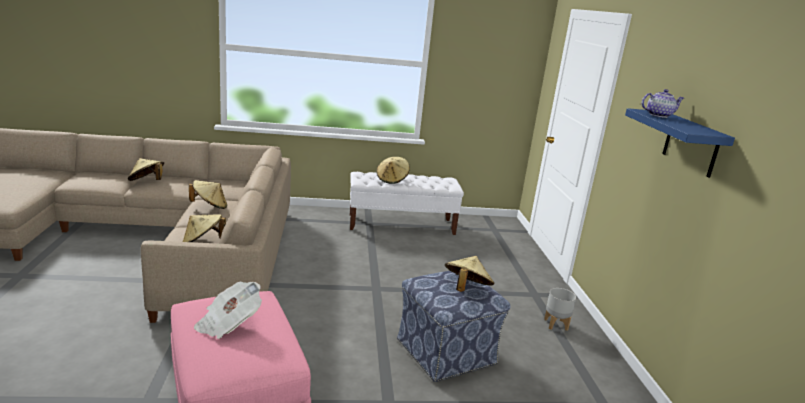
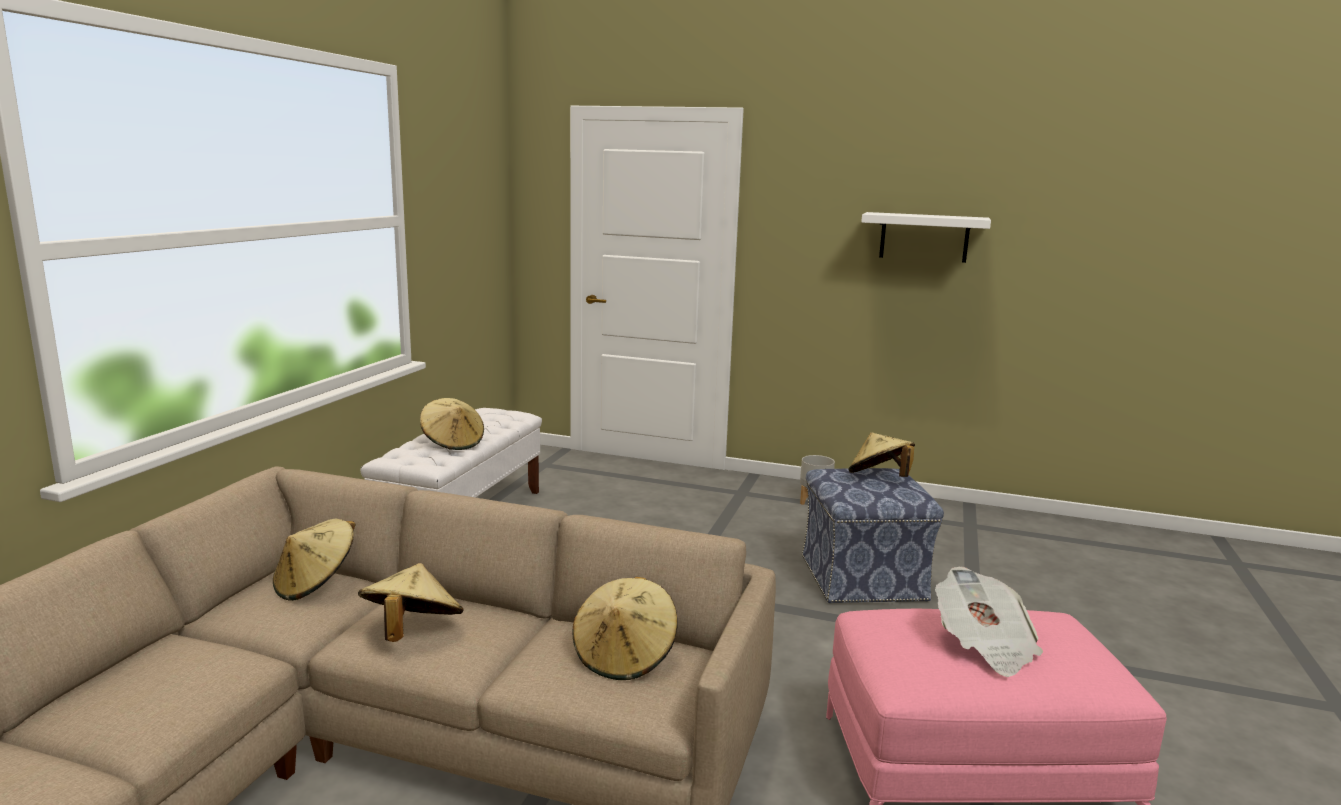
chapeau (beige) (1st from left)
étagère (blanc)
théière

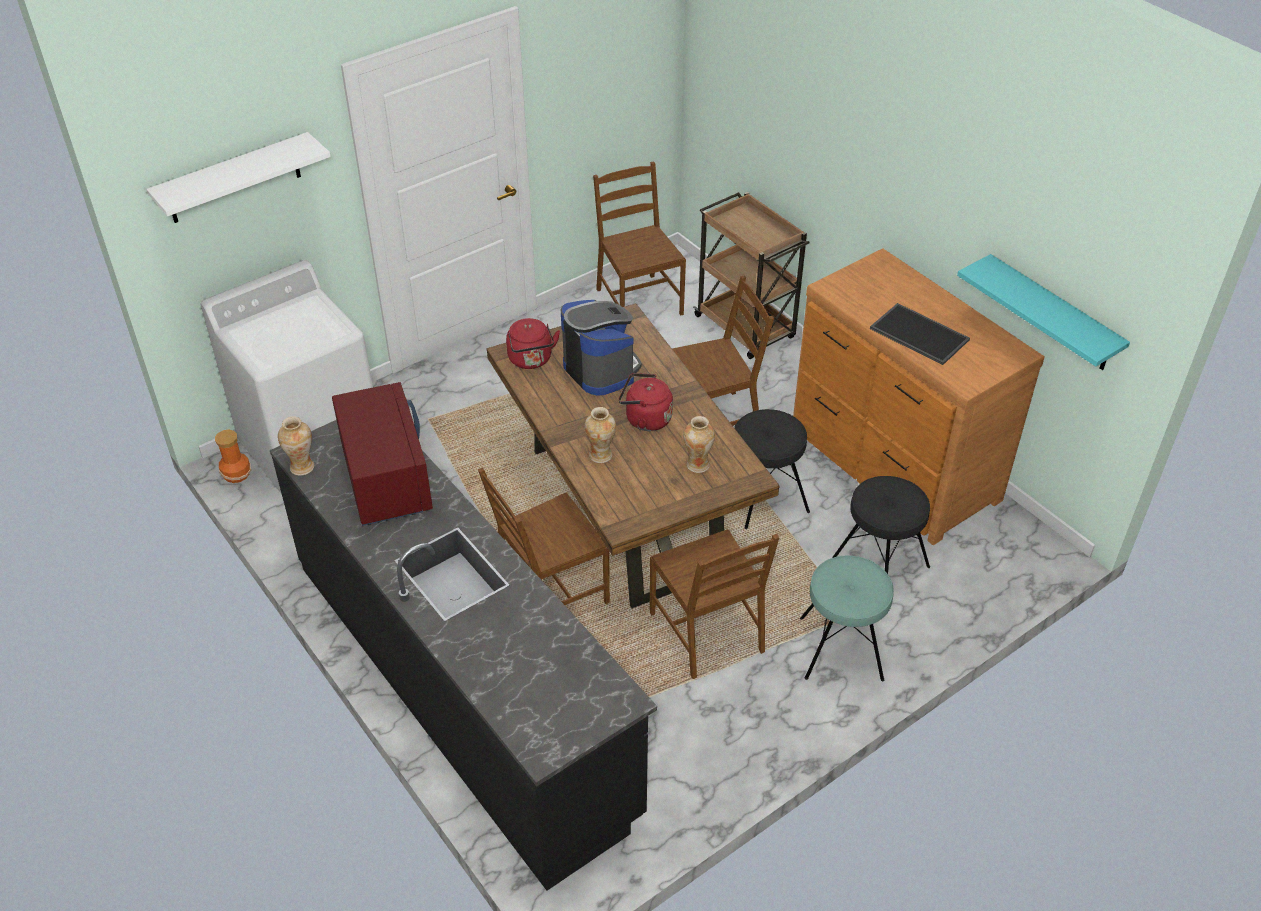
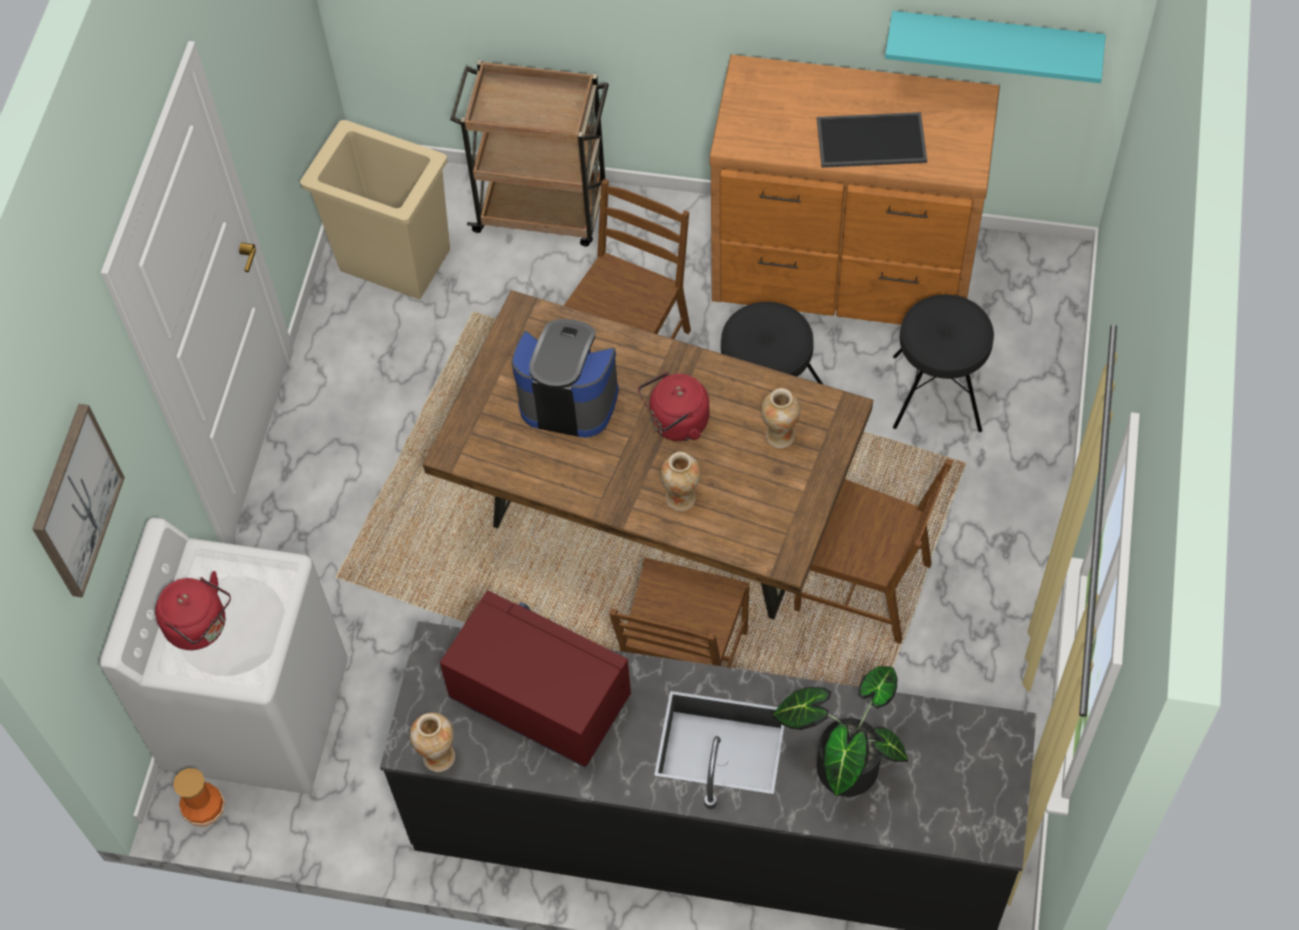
tableau
bouilloire (rouge) (1st from left)
poubelle (beige)
plante en pot
tabouret (turquoise)

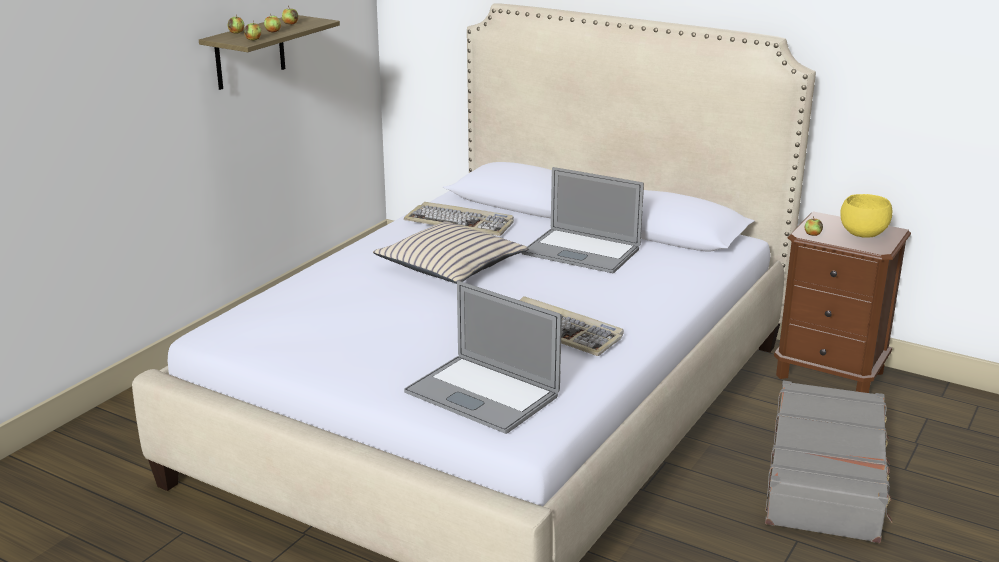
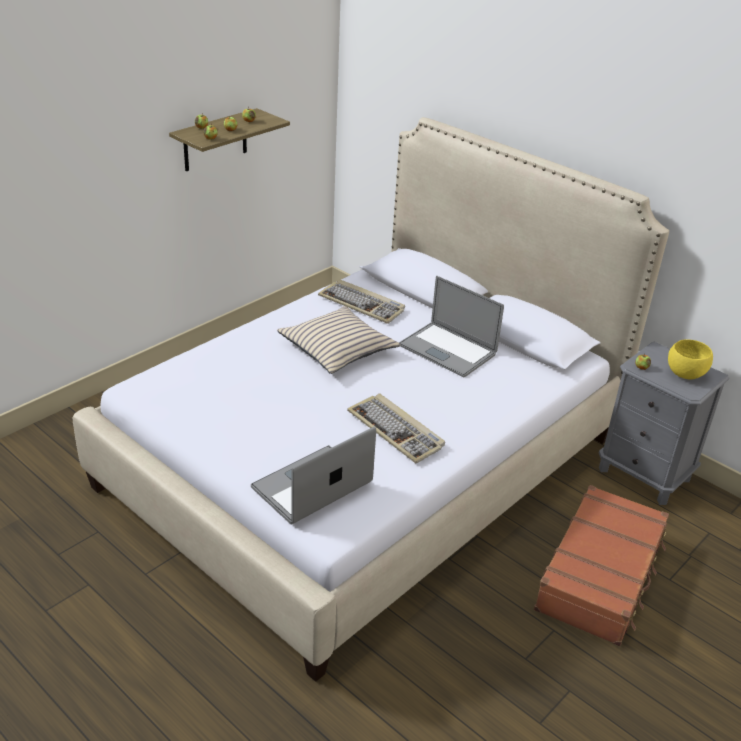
ordinateur portable (1st from left)
valise (marron)
table de chevet (gris)

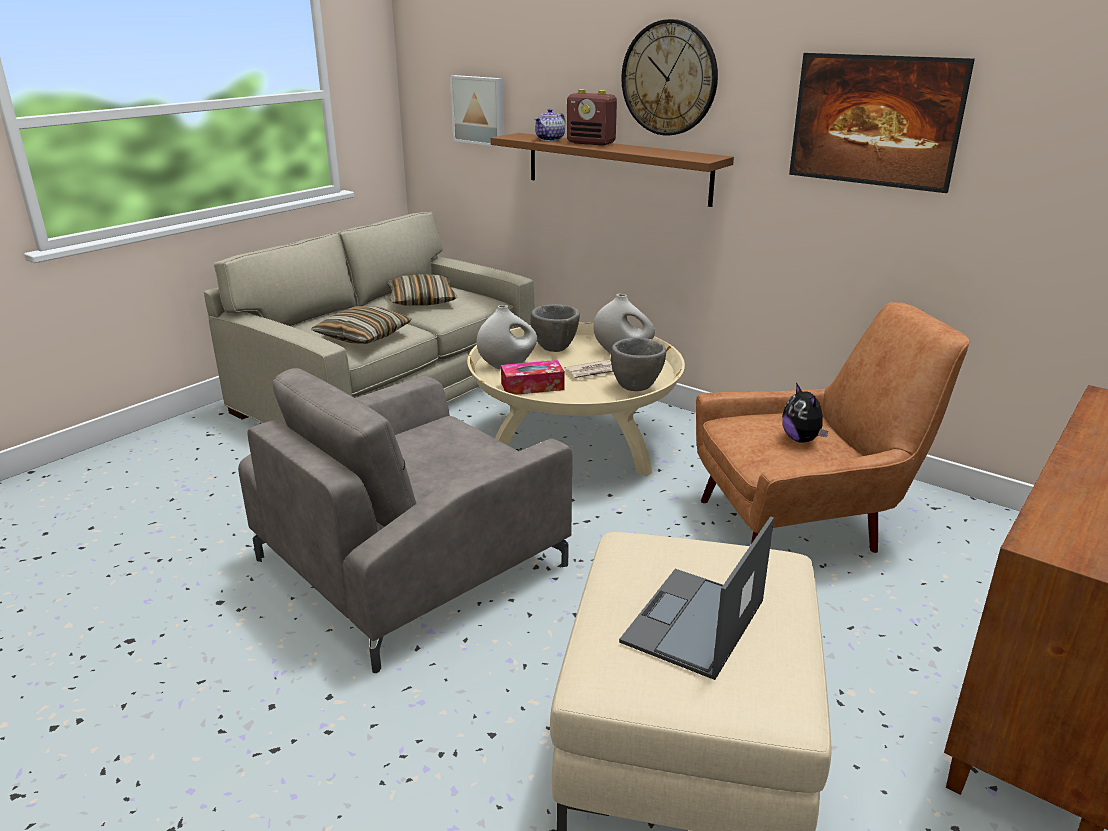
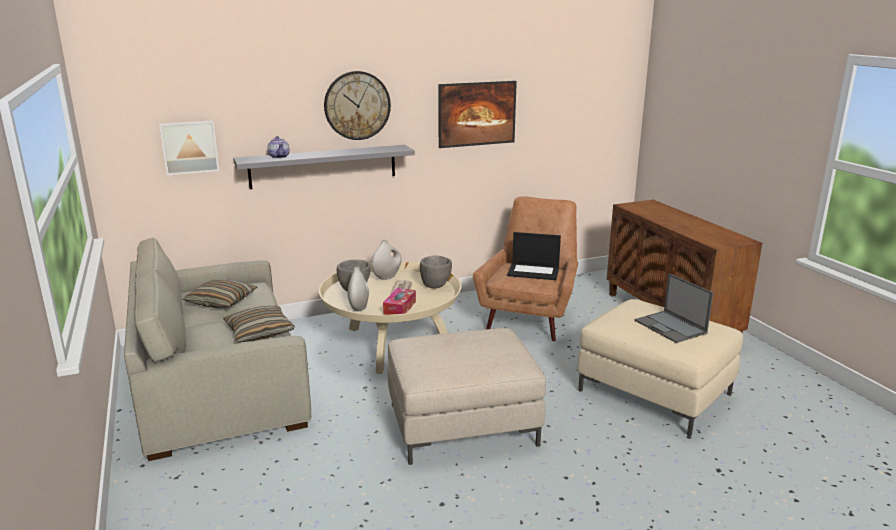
étagère (gris)
pouf (beige) (1st from left)
ordinateur portable (1st from left)
radio

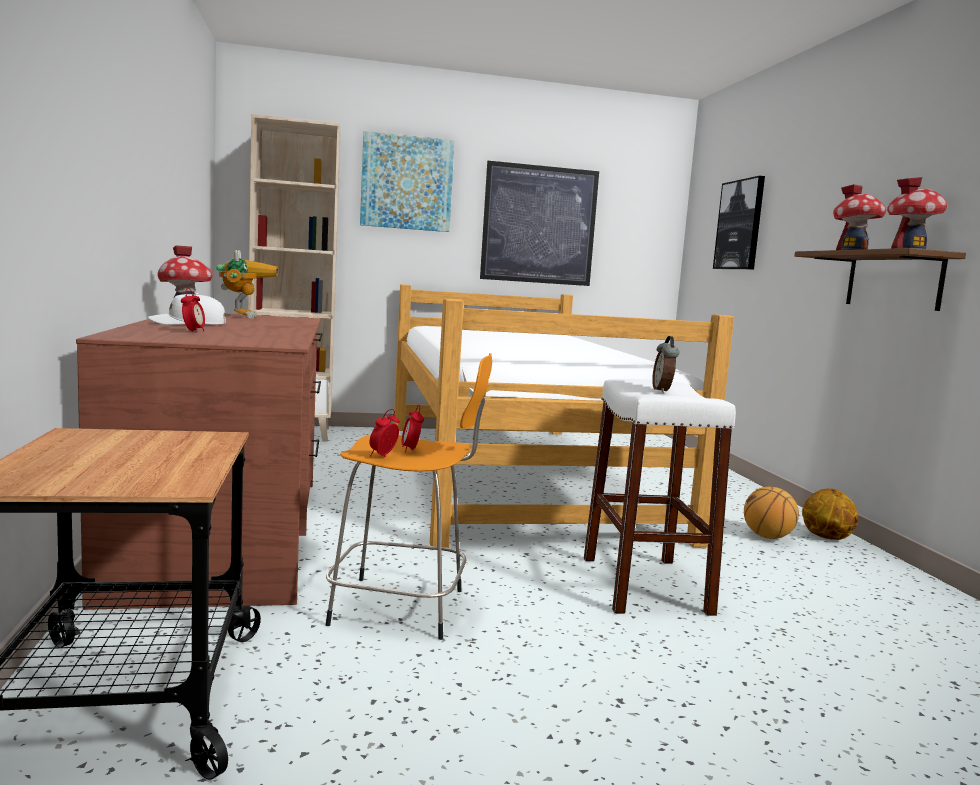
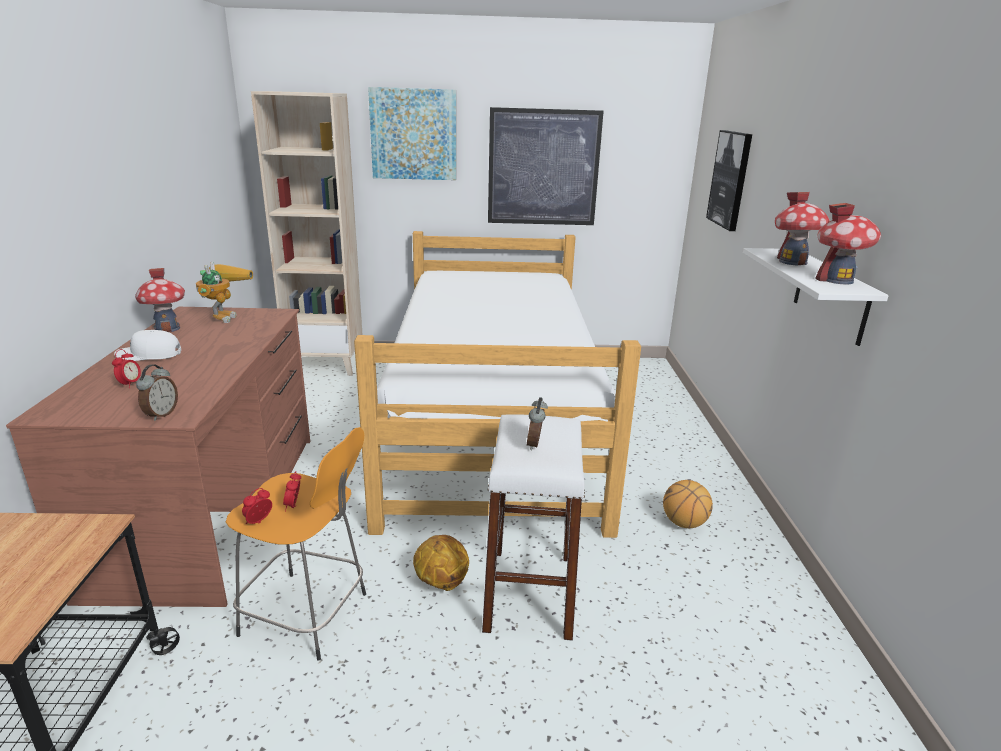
réveil (2nd from left)
ballon de basket (1st from left)
étagère (blanc)

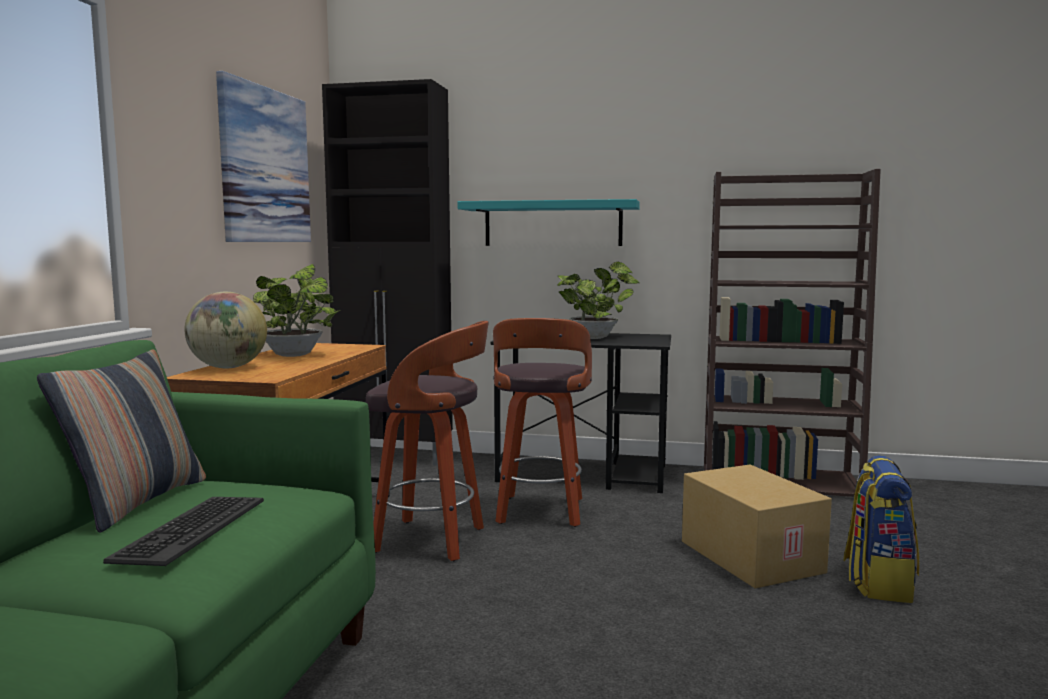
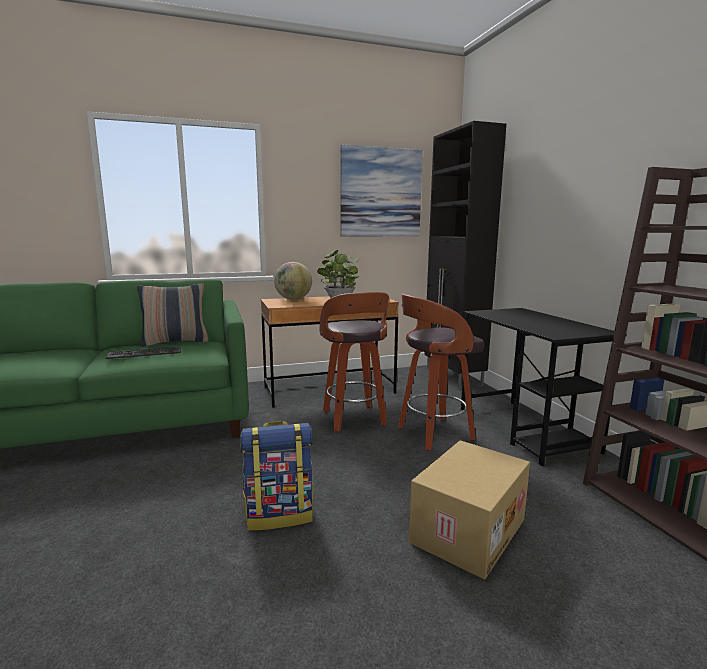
sac à dos
étagère (turquoise)
plante en pot (2nd from left in the first image)

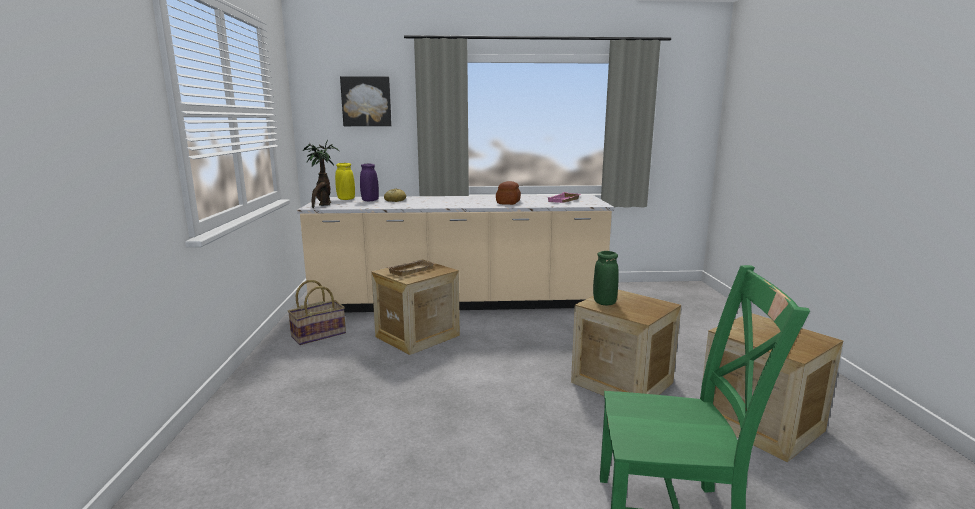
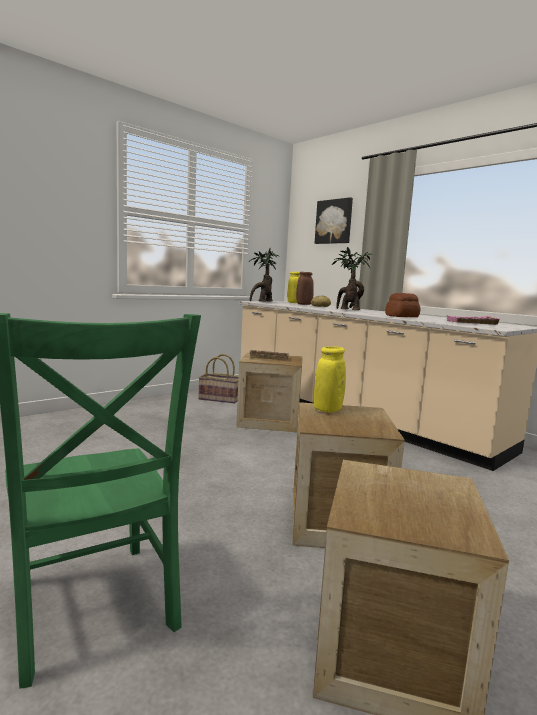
vase (marron)
vase (jaune) (2nd from left)
plante en pot (2nd from left)

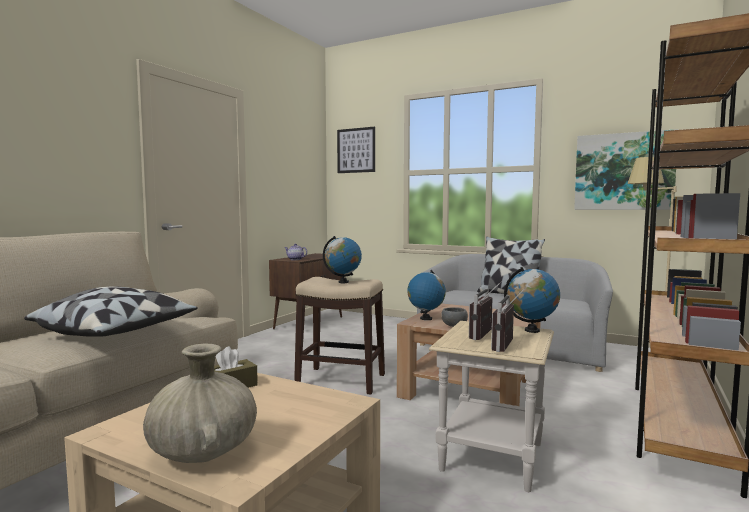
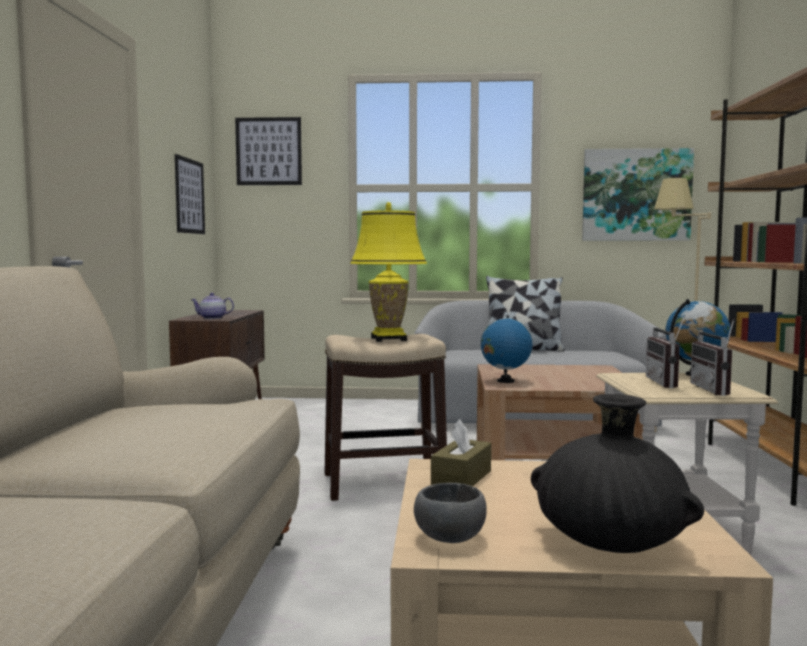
tableau (1st from left)
lampe de table (jaune)
bol (gris)
vase (noir)
coussin (1st from left in the first image)

